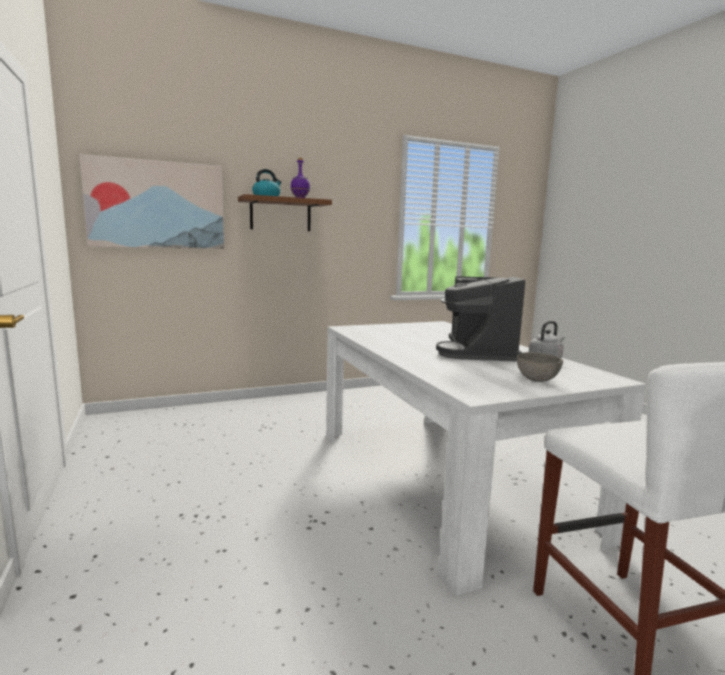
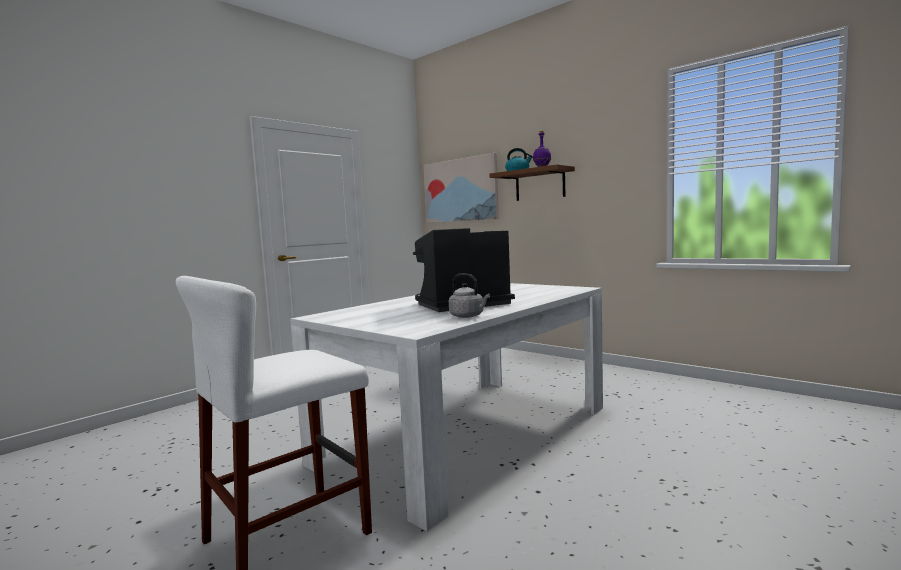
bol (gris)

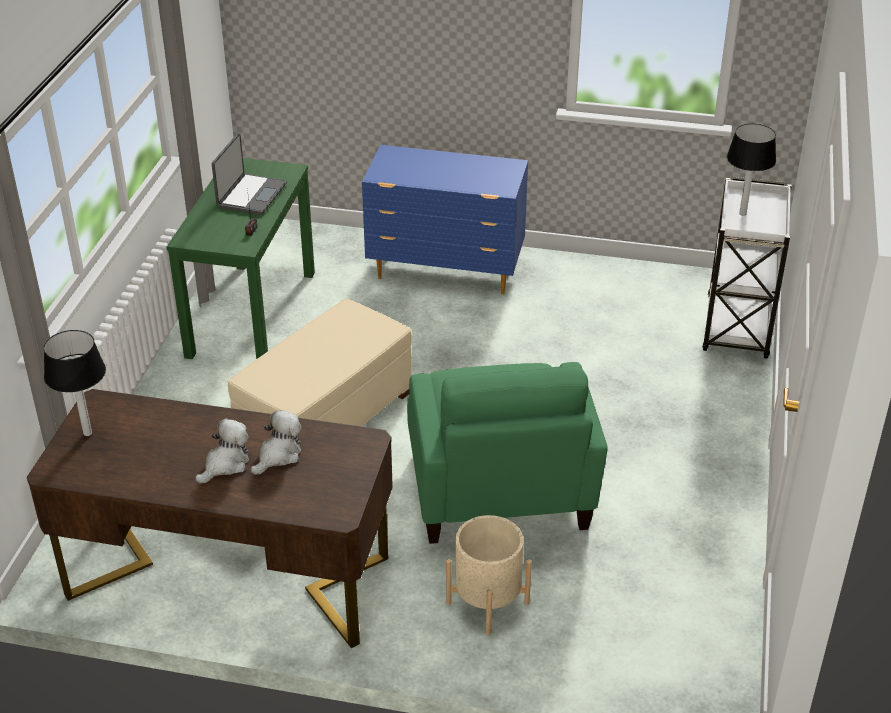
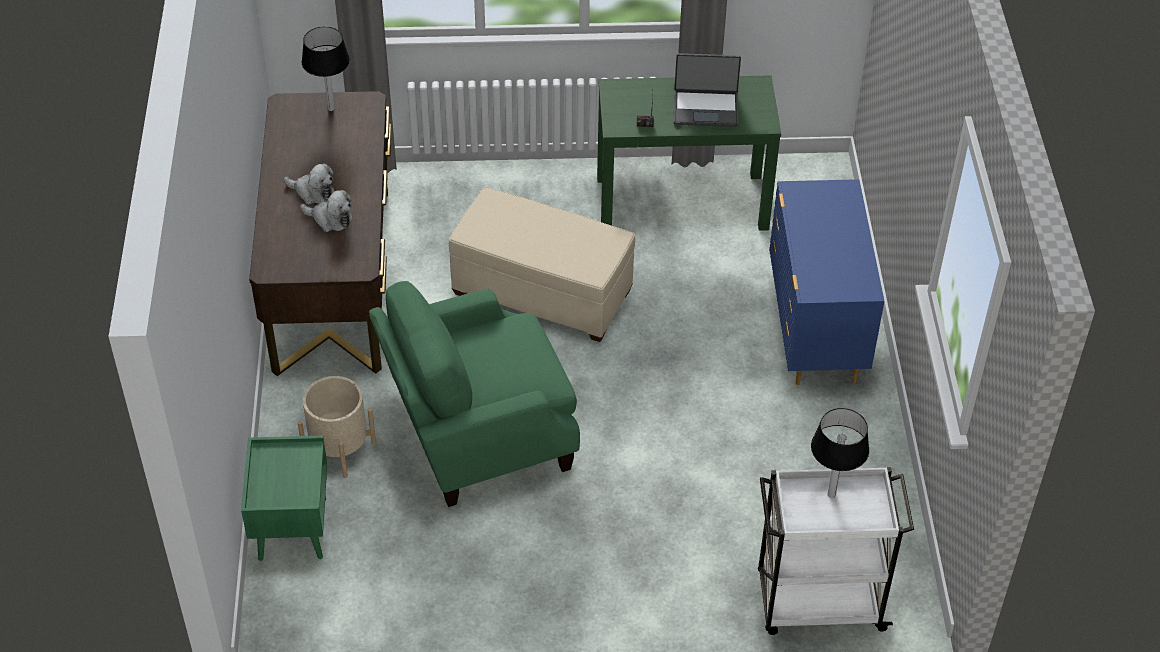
table de chevet (vert)

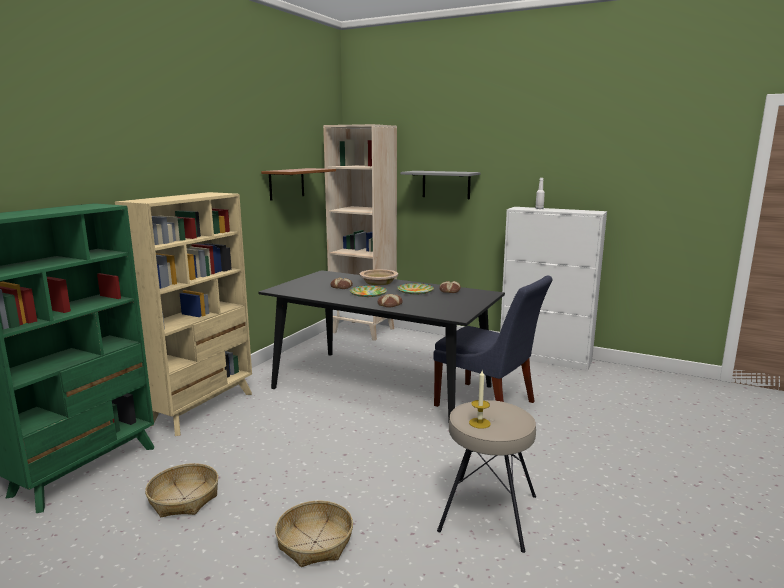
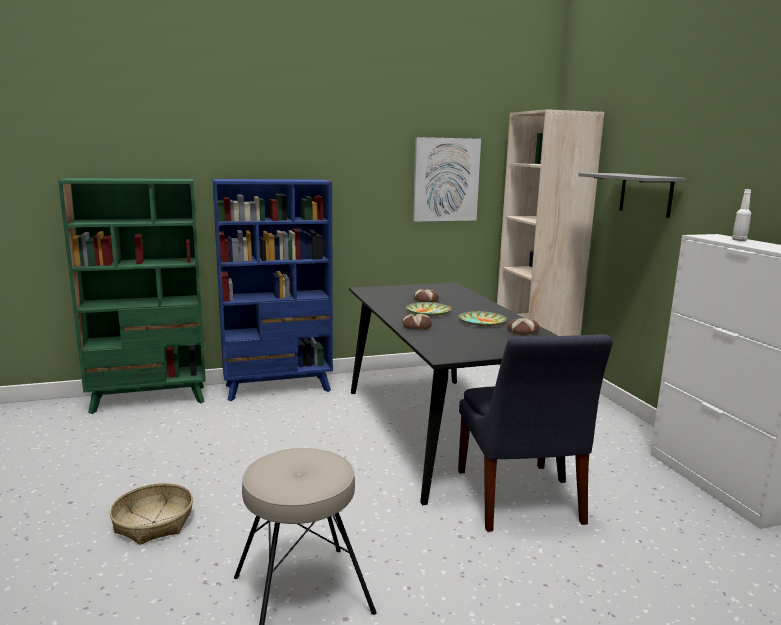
bibliothèque (bleu)
tableau
panier (1st from left in the first image)
bol (beige)
bougie

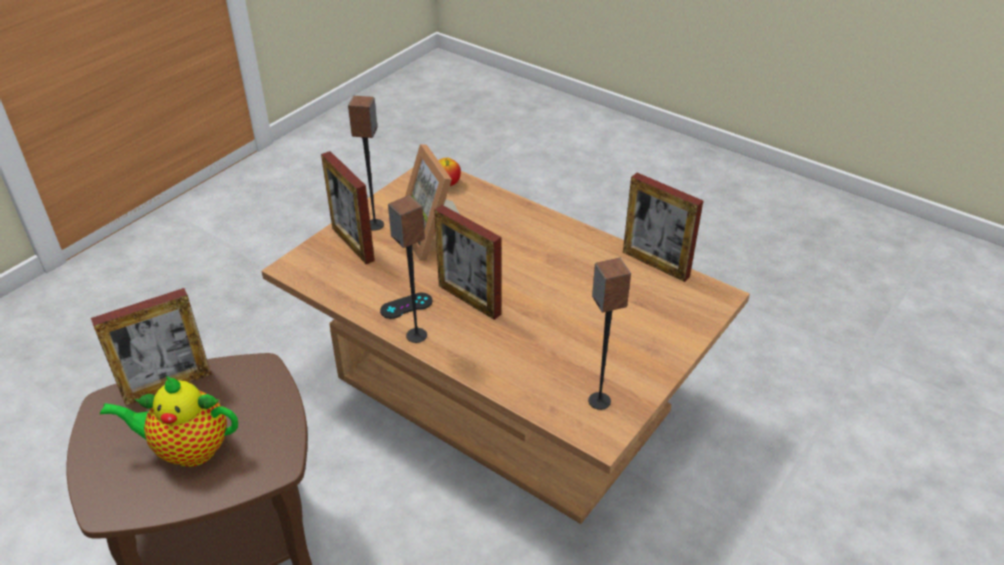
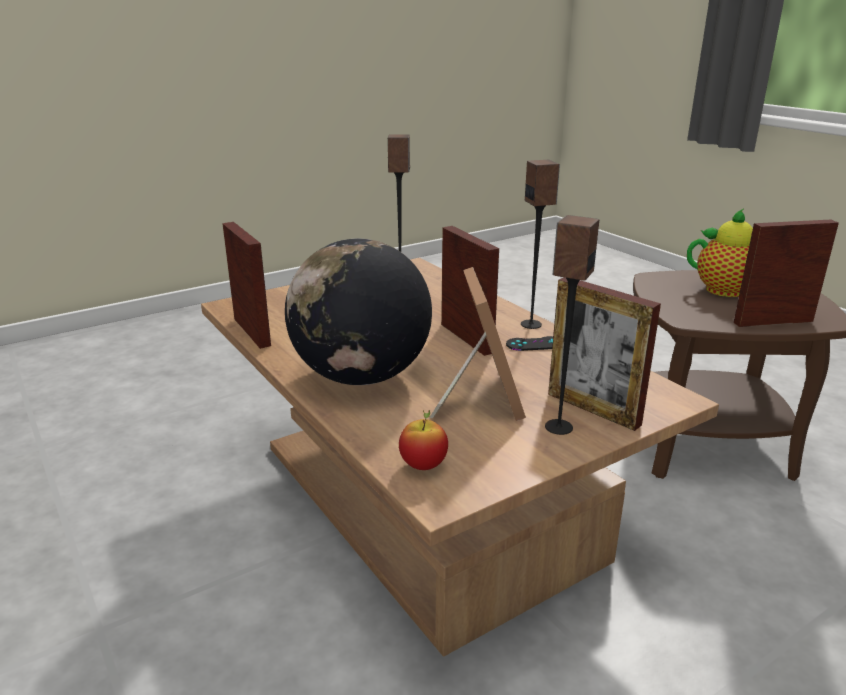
globe
cadre photo (4th from left)

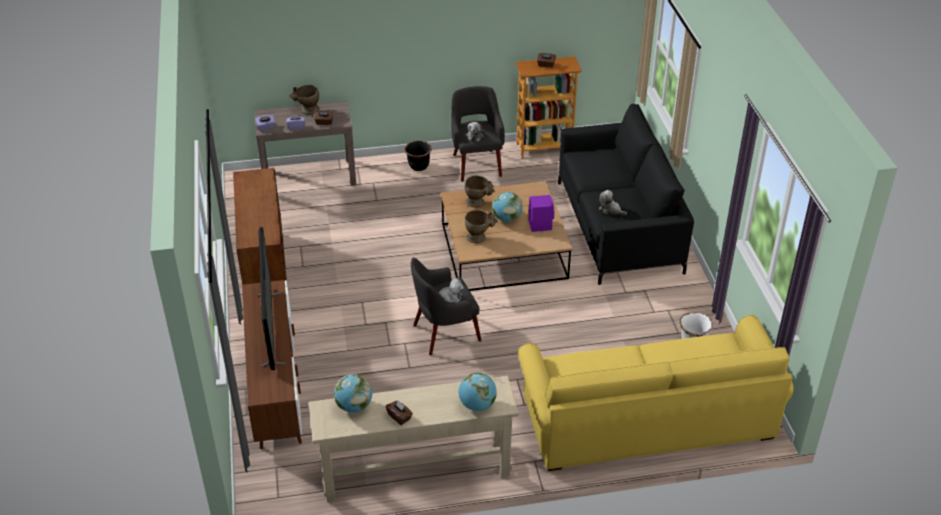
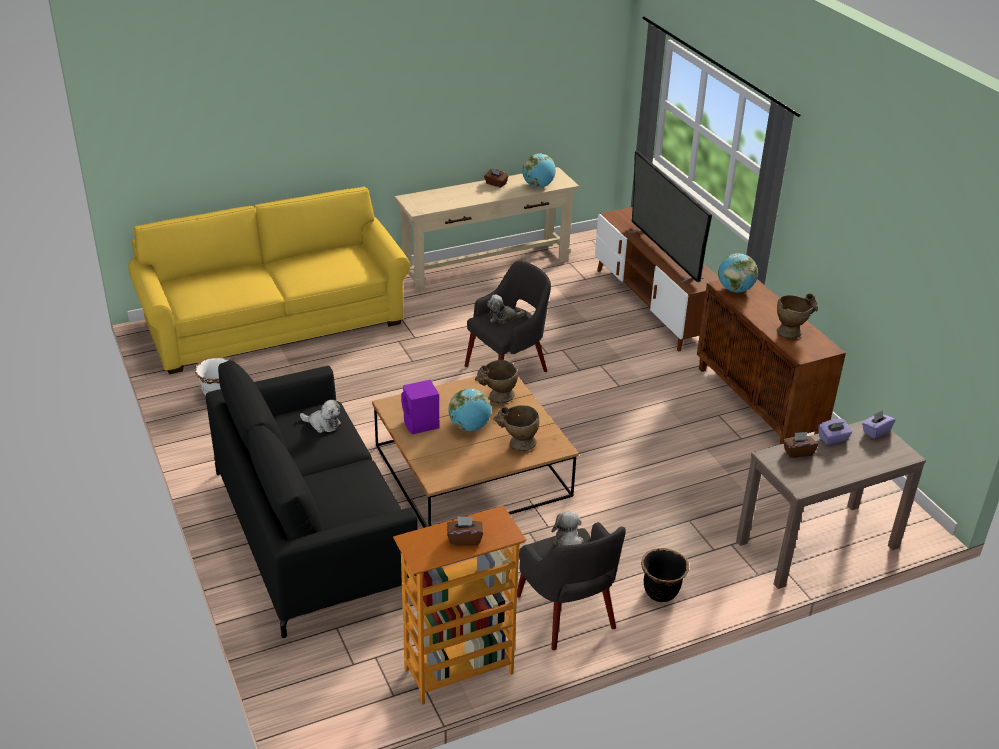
globe (3rd from left)
vase (beige) (3rd from left)

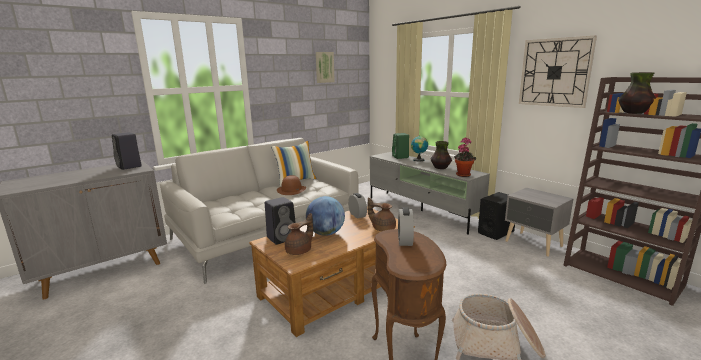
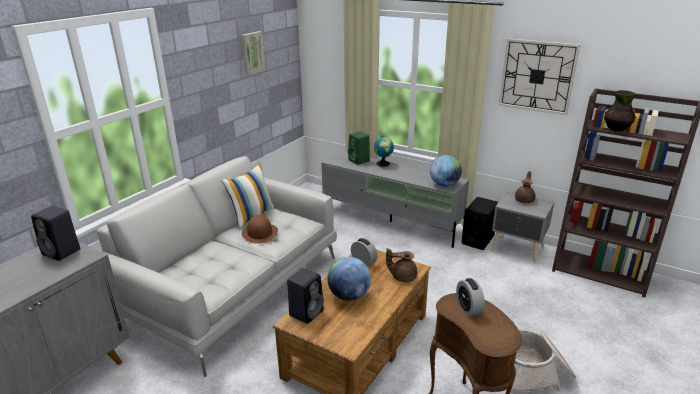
globe (3rd from left)
théière (marron) (2nd from left)
vase (1st from left in the first image)

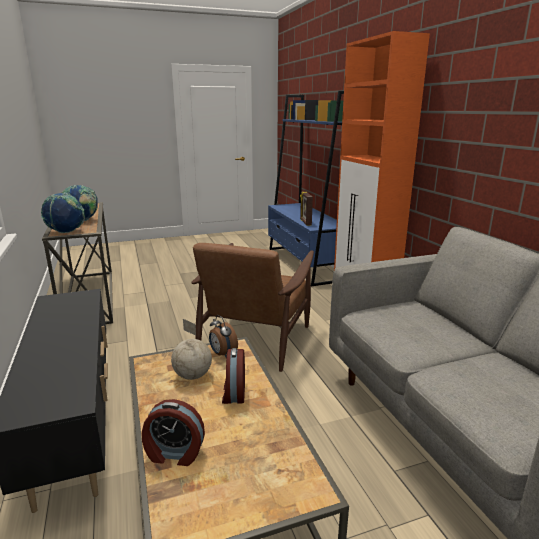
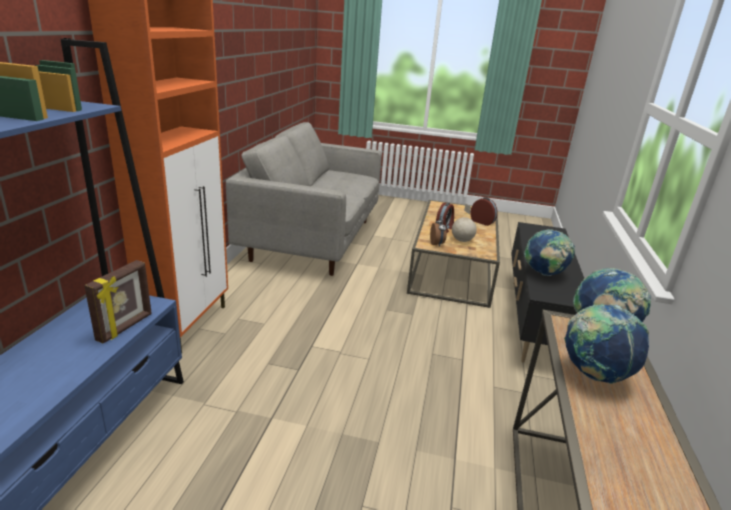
globe (2nd from left)
fauteuil (marron)

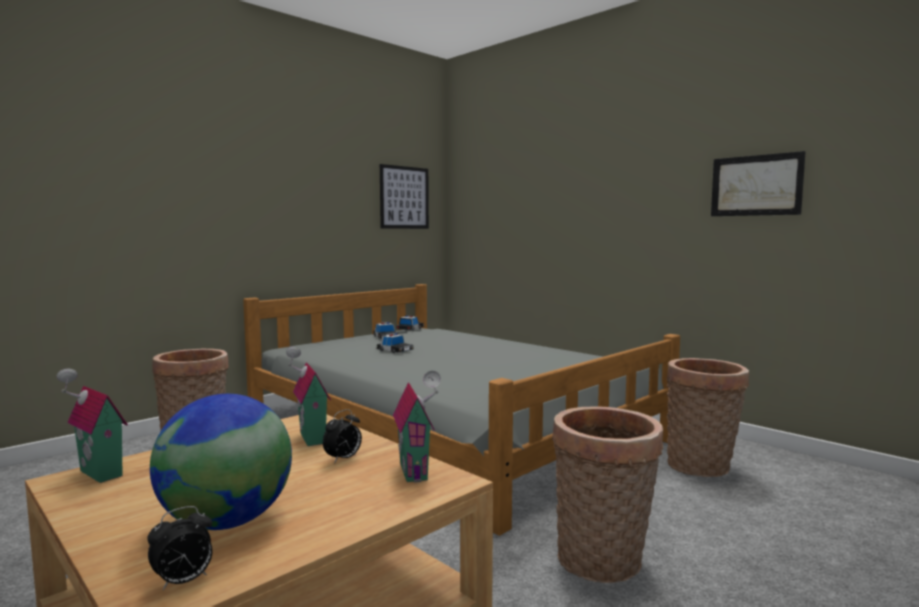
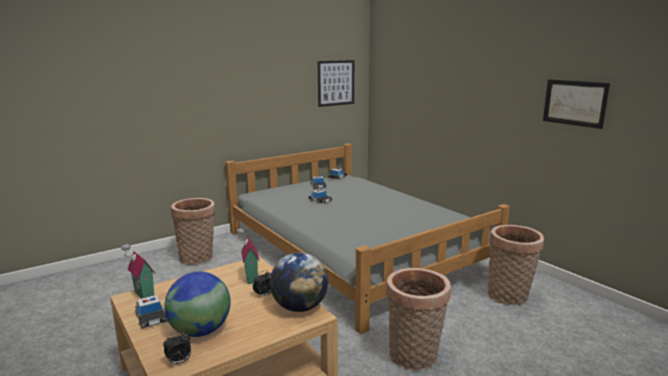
petite voiture (1st from left)
globe (2nd from left)

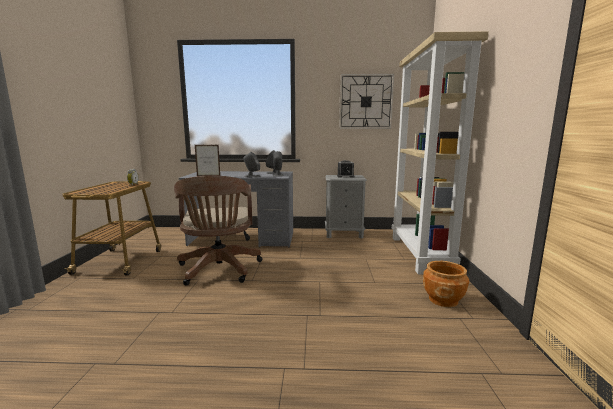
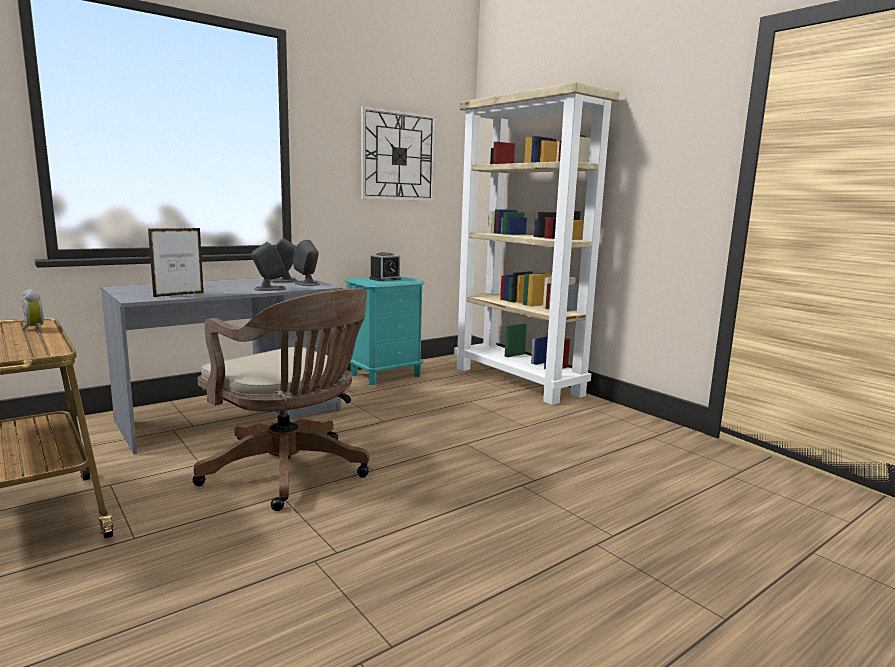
table de chevet (turquoise)
cache-pot (marron)

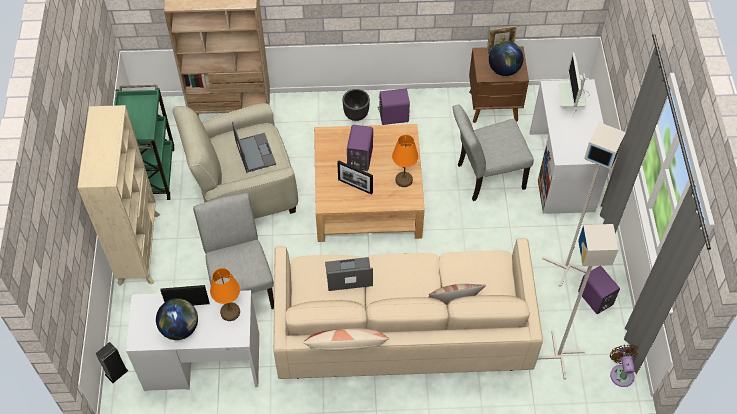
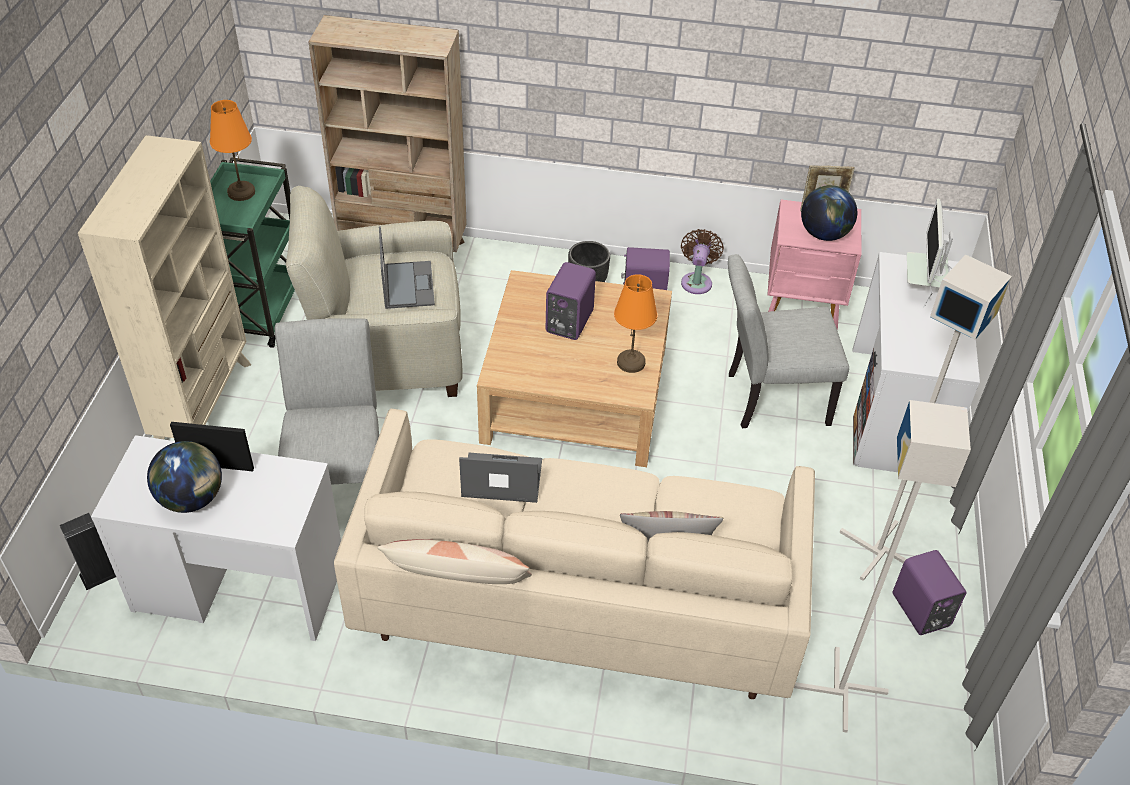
lampe de table (orange) (1st from left)
ventilateur (marron)
table de chevet (rose)
cadre photo (2nd from left in the first image)

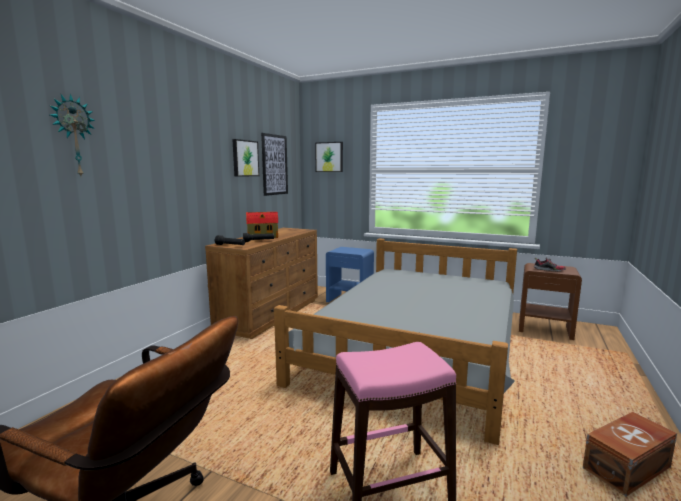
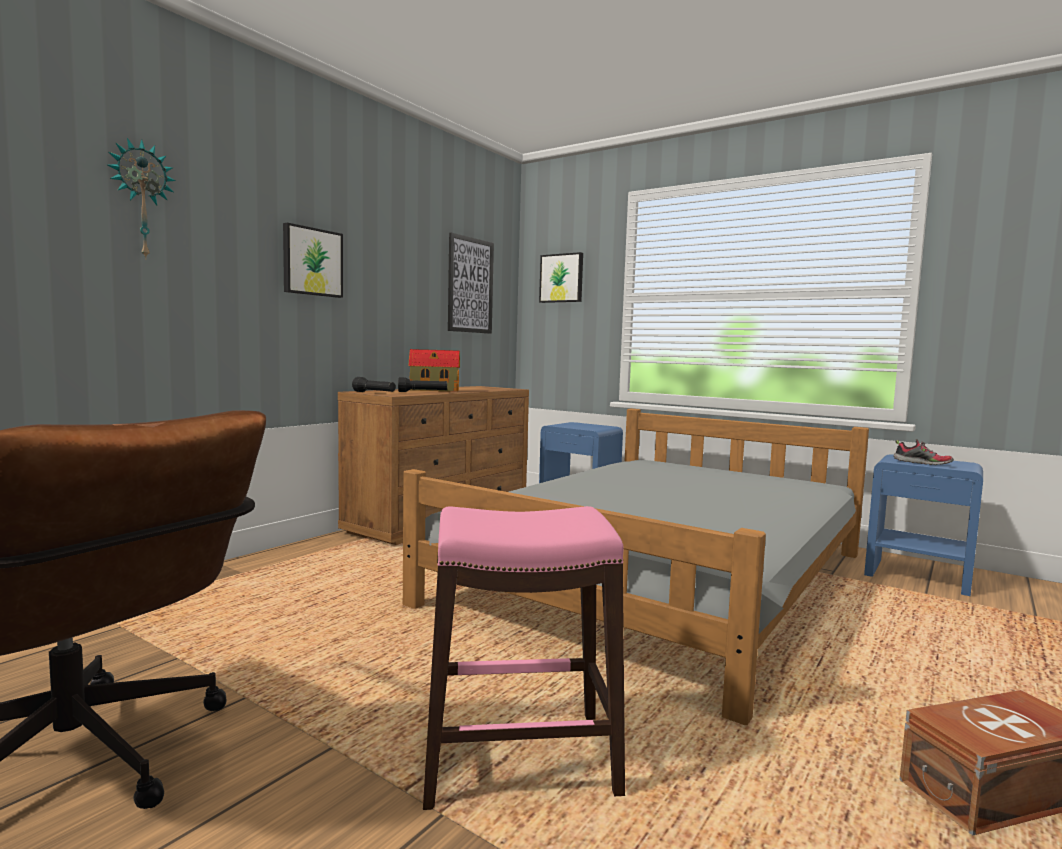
tableau (1st from left)
table de chevet (bleu) (2nd from left)

